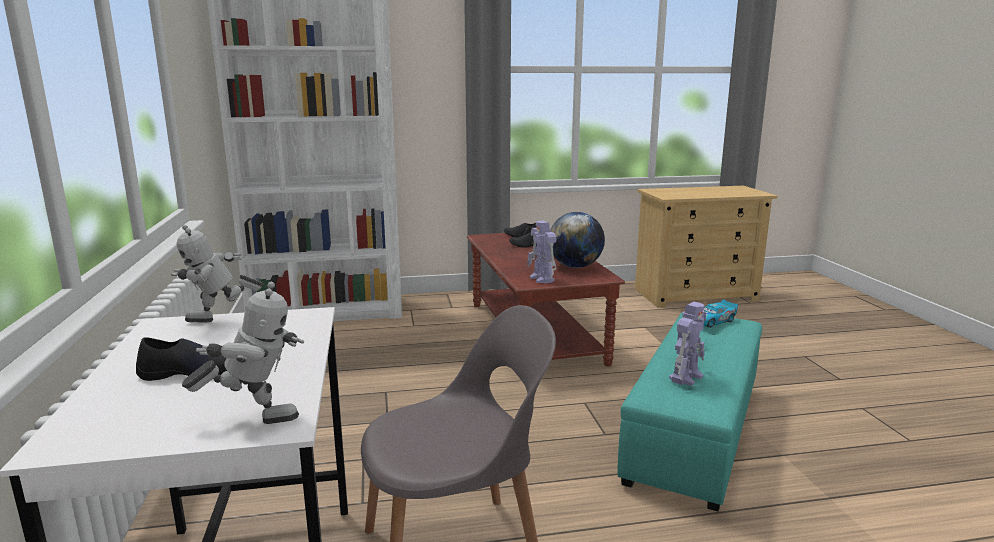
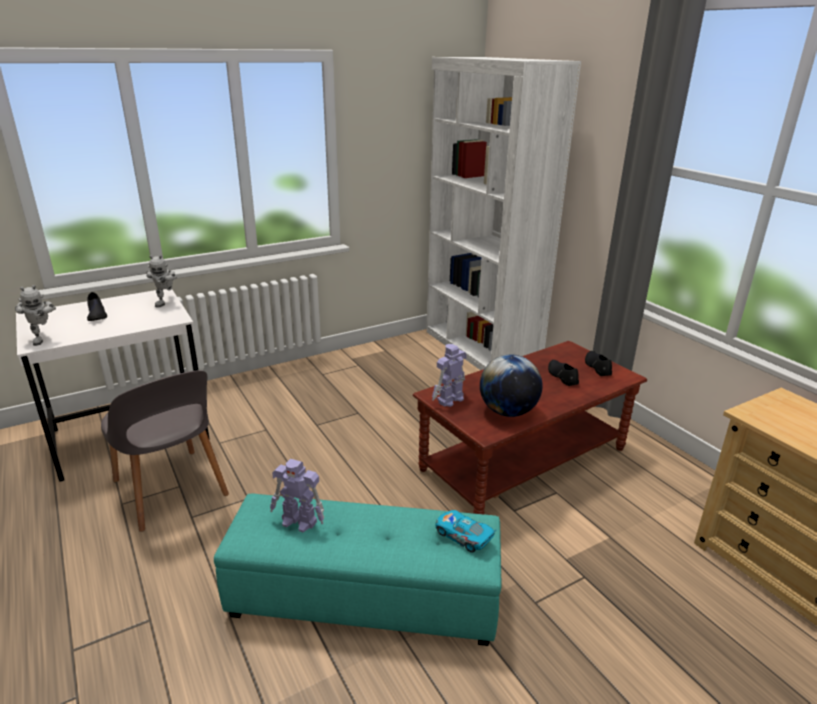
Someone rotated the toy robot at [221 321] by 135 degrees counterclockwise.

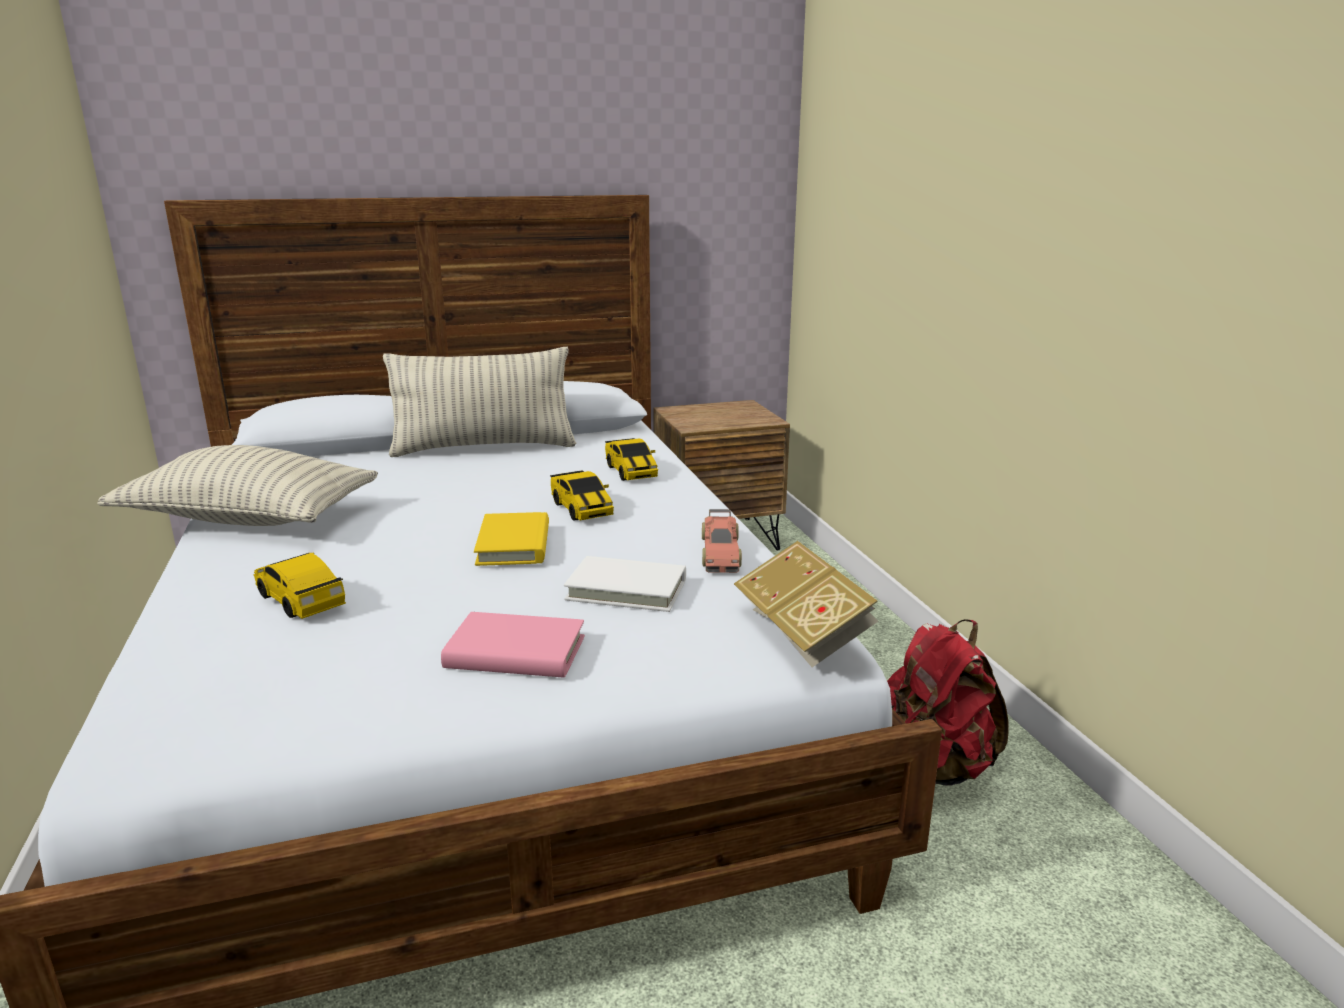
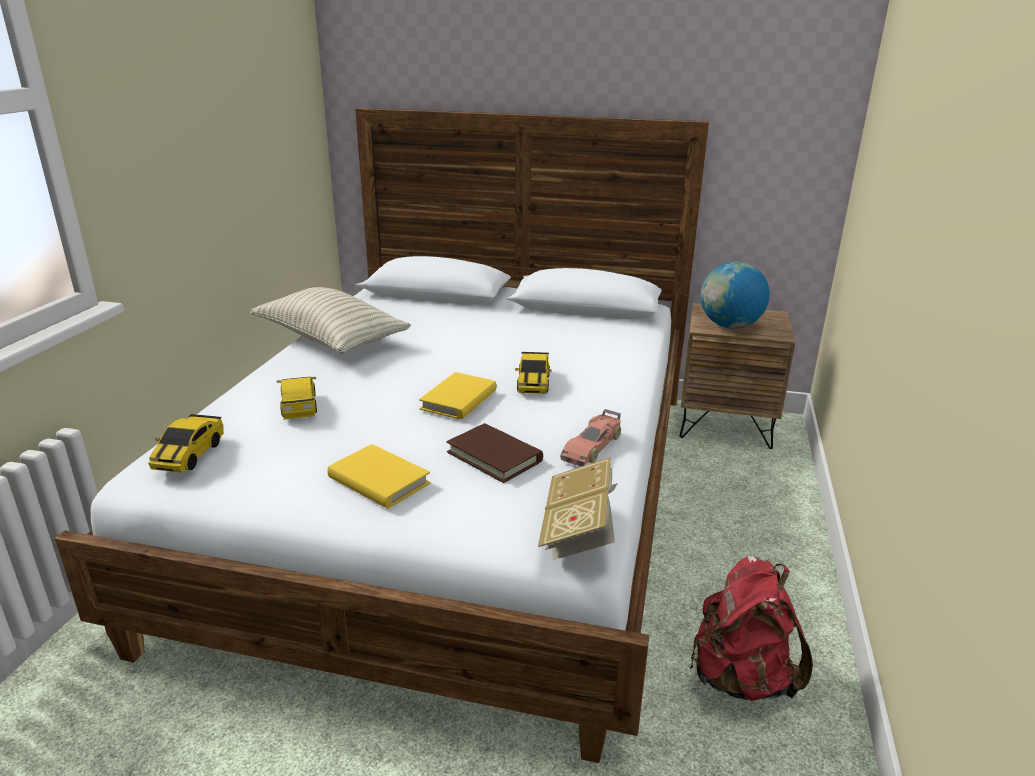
Someone took away the pillow at [484 448].
Someone carried the toy car from [631 471] to [189 455].
Someone repainted the white book at [626 589], which became the brown book at [494 456].
Someone repainted the pink book at [515 652], which became the yellow book at [379 481].
Someone put down the globe at [730 326].

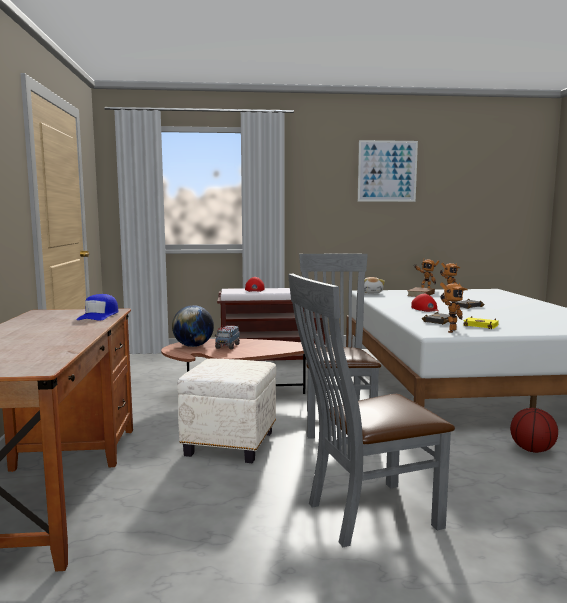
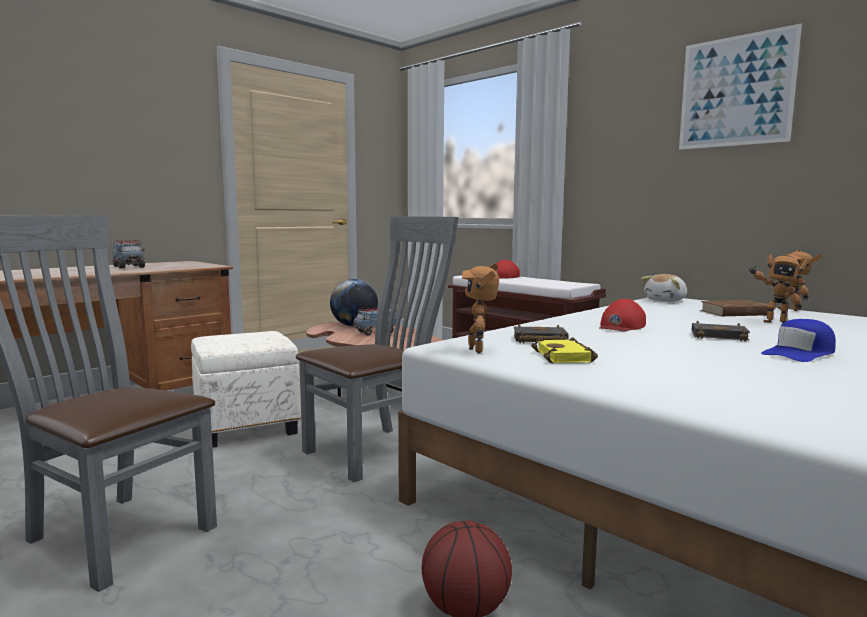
Someone rotated the toy robot at [449 331] by 75 degrees clockwise.
Someone carried the blue cap from [99 316] to [800 353].
Someone put down the toy truck at [129 267].

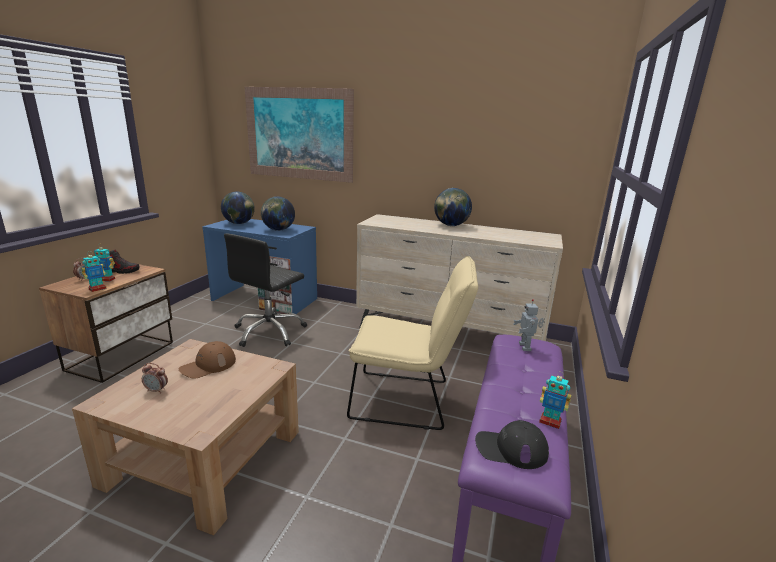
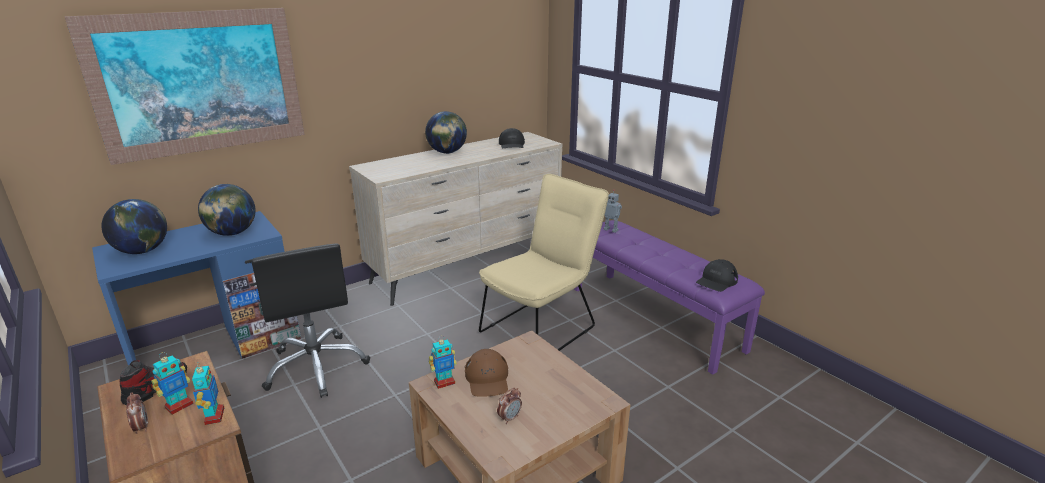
Someone carried the toy robot from [550 421] to [444 382].
Someone put down the black cap at [512 144].

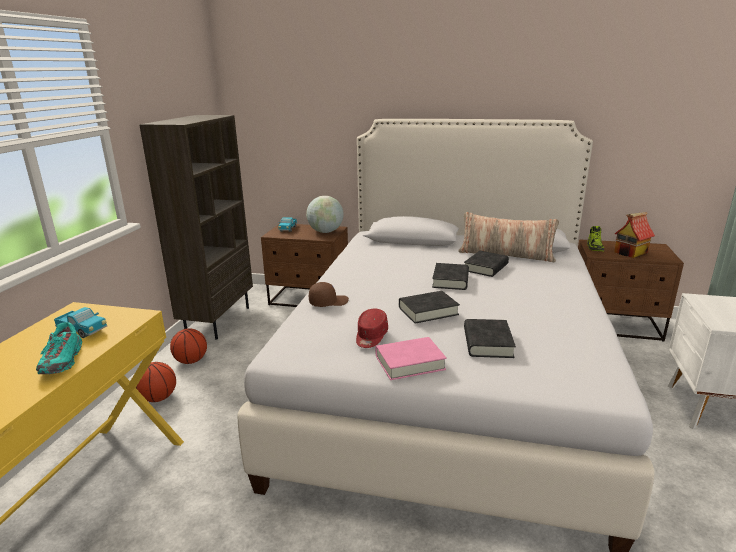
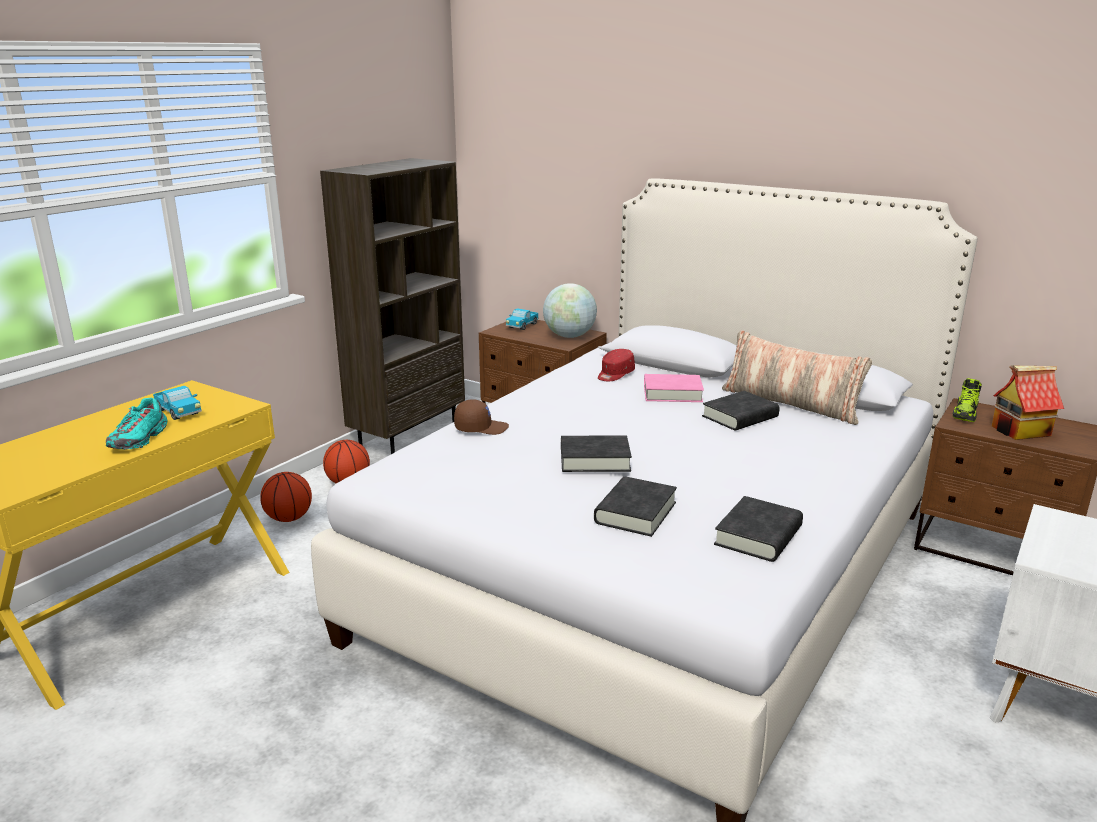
Someone carried the black book from [450 280] to [758 536].
Someone carried the red cap from [371 336] to [615 374].
Someone carried the pink book from [409 363] to [672 393].

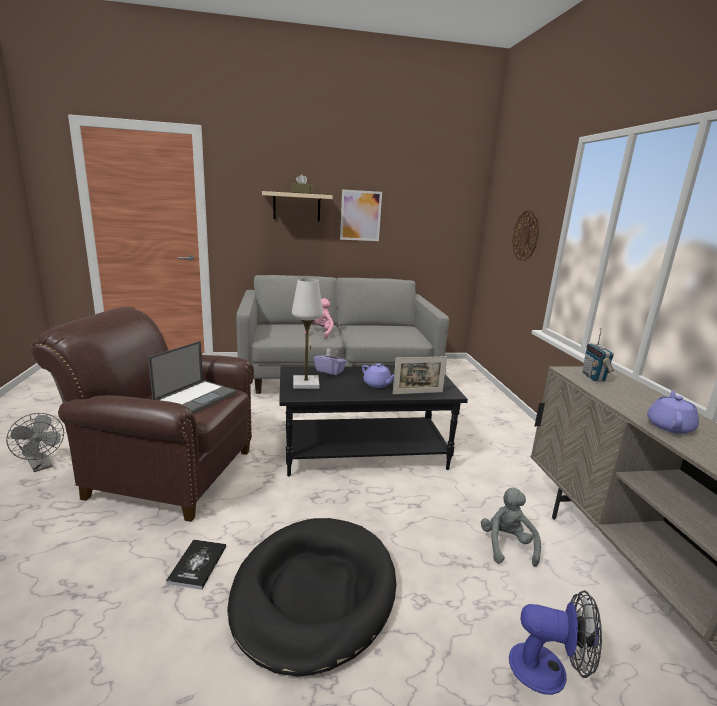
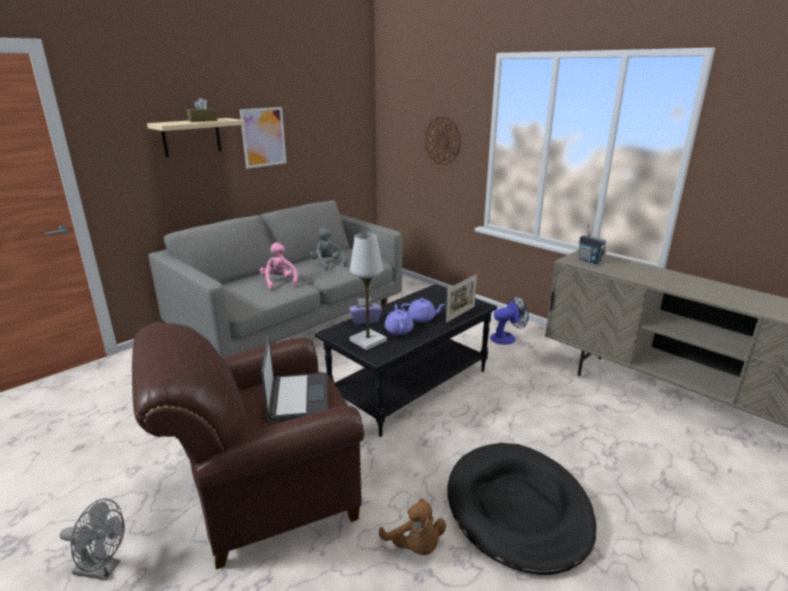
Someone carried the purple teapot from [669 426] to [398 330].
Someone carried the grey plush toy from [506 545] to [327 264].
Someone swapped the book at [197 564] for the brown plush toy at [415 546].
Someone carried the fan from [548 670] to [507 337].

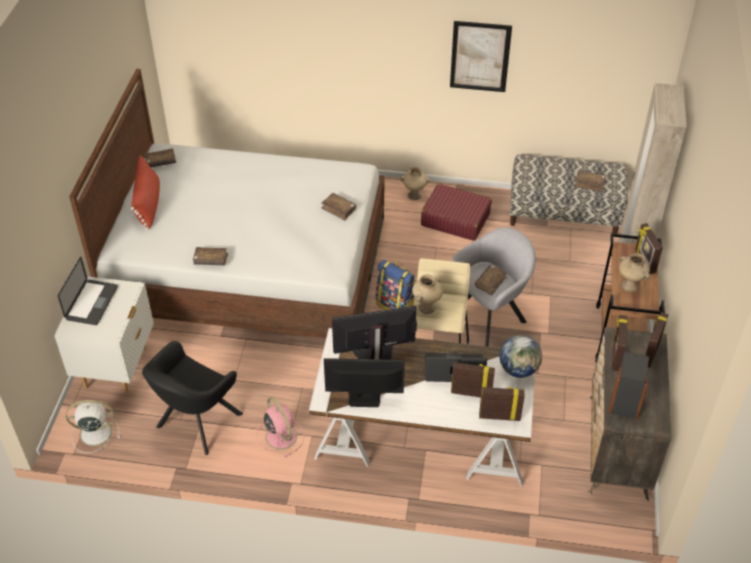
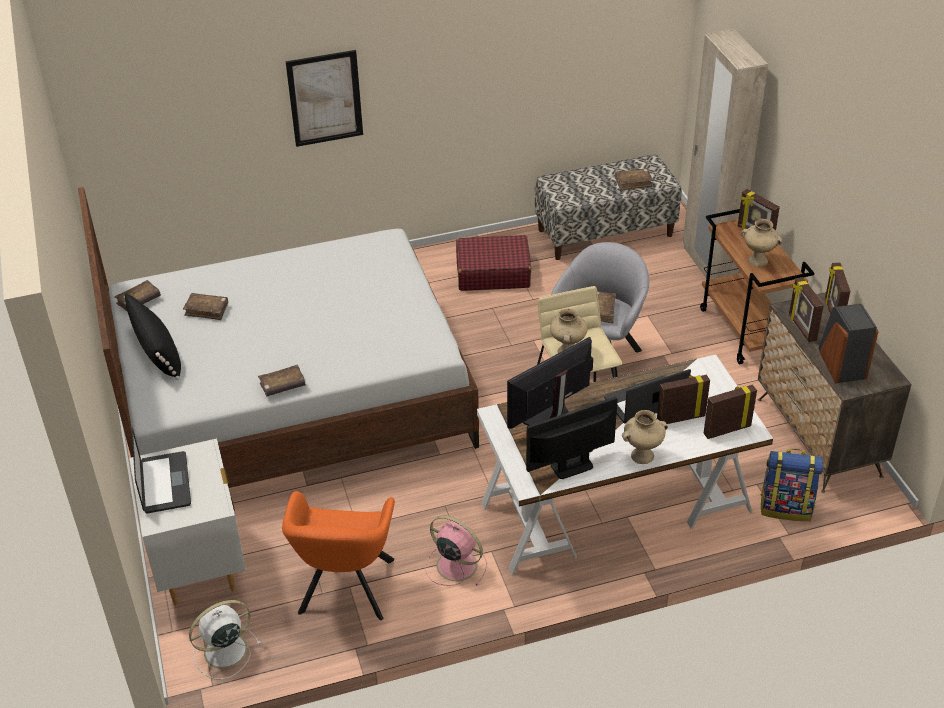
Someone carried the picture from [480 56] to [325 98].
Someone repainted the red pillow at [148 204], which became the black pillow at [157 351].
Someone carried the beige vase from [414 195] to [642 455].
Someone carried the brown book from [339 209] to [207 310].
Someone carried the backpack from [396 305] to [786 507].
Someone took away the globe at [518 369].
Someone repainted the black armchair at [196 423], which became the orange armchair at [345 591].

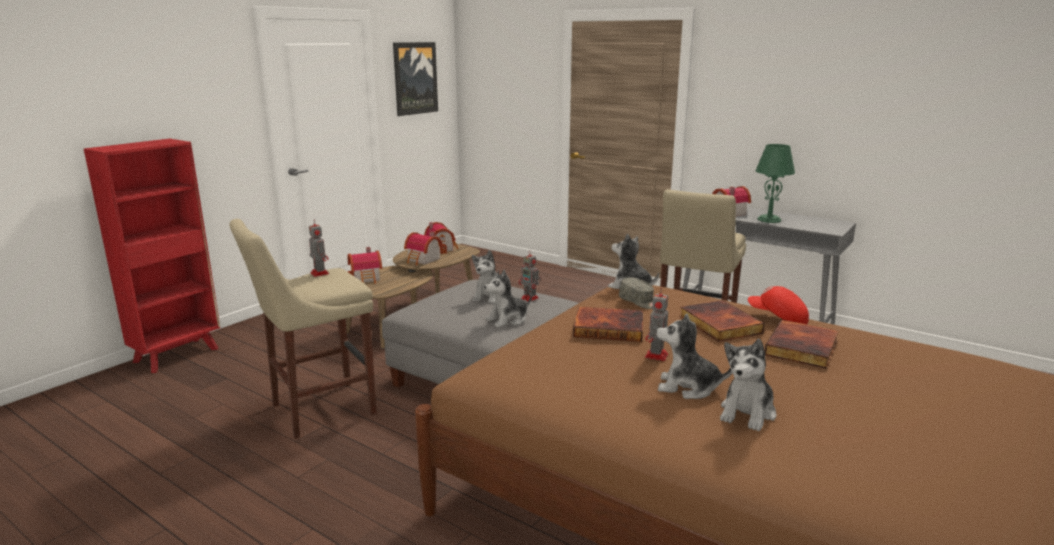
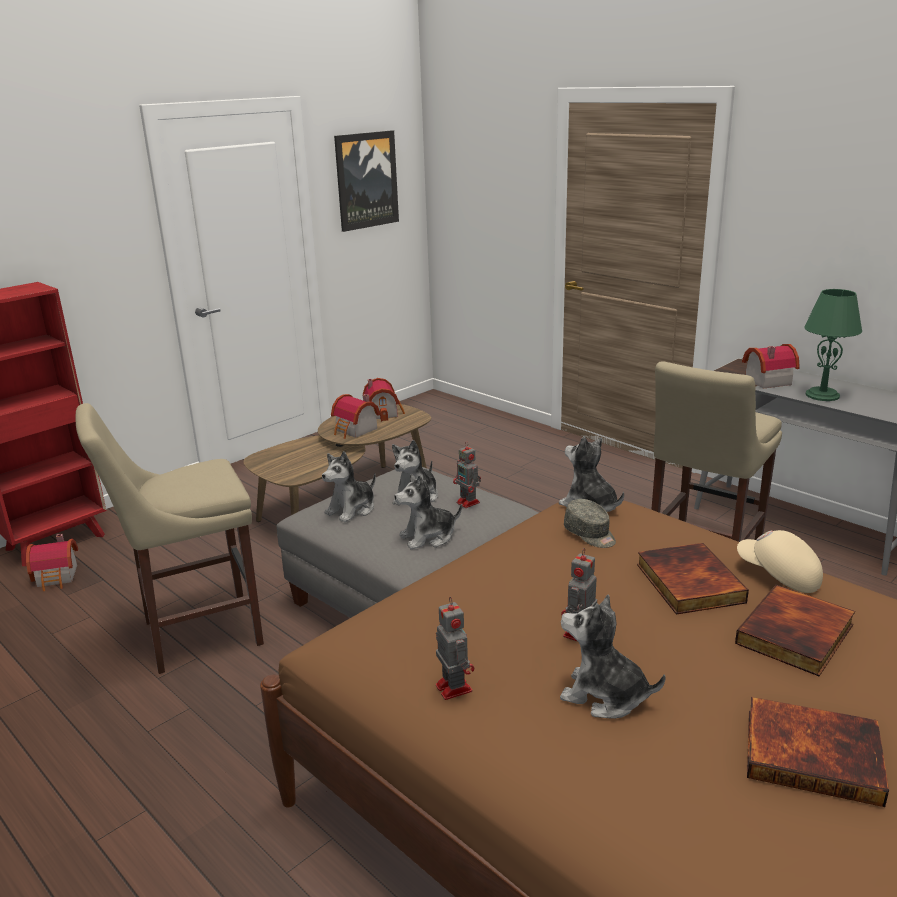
Someone carried the toy robot from [319 273] to [453 687].
Someone carried the toy house from [367 278] to [58 577].
Someone repainted the red cap at [777 318], which became the beige cap at [778 576].
Someone carried the book from [609 327] to [813 754].
Someone carried the plush toy from [747 413] to [352 509].

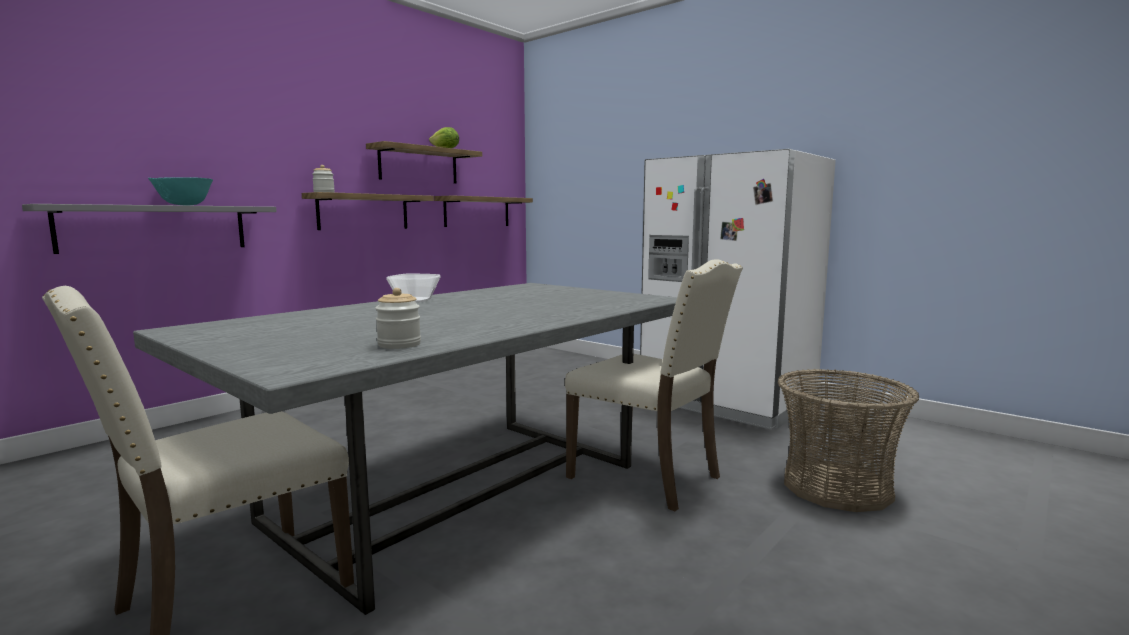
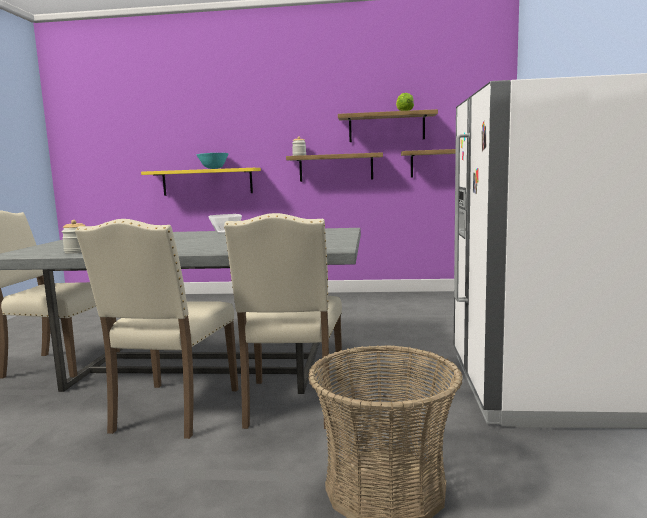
Someone repainted the grey shelf at [155 228], which became the yellow shelf at [207 182].
Someone put down the beige chair at [173 410].

